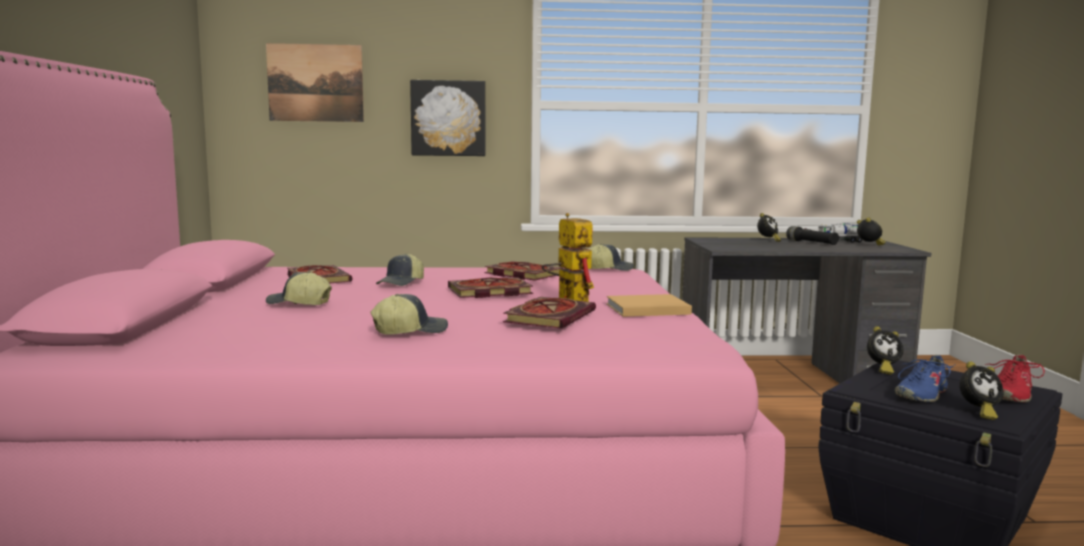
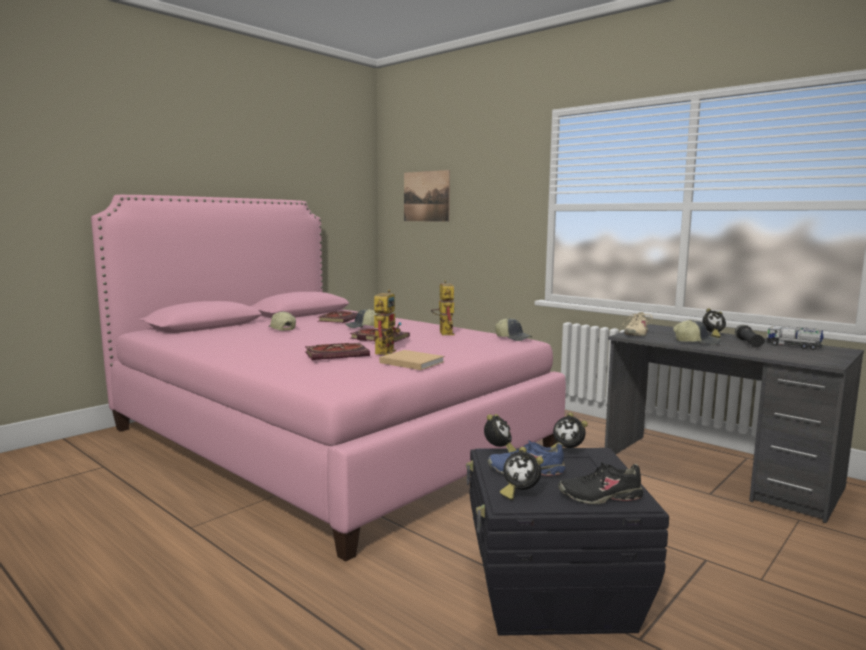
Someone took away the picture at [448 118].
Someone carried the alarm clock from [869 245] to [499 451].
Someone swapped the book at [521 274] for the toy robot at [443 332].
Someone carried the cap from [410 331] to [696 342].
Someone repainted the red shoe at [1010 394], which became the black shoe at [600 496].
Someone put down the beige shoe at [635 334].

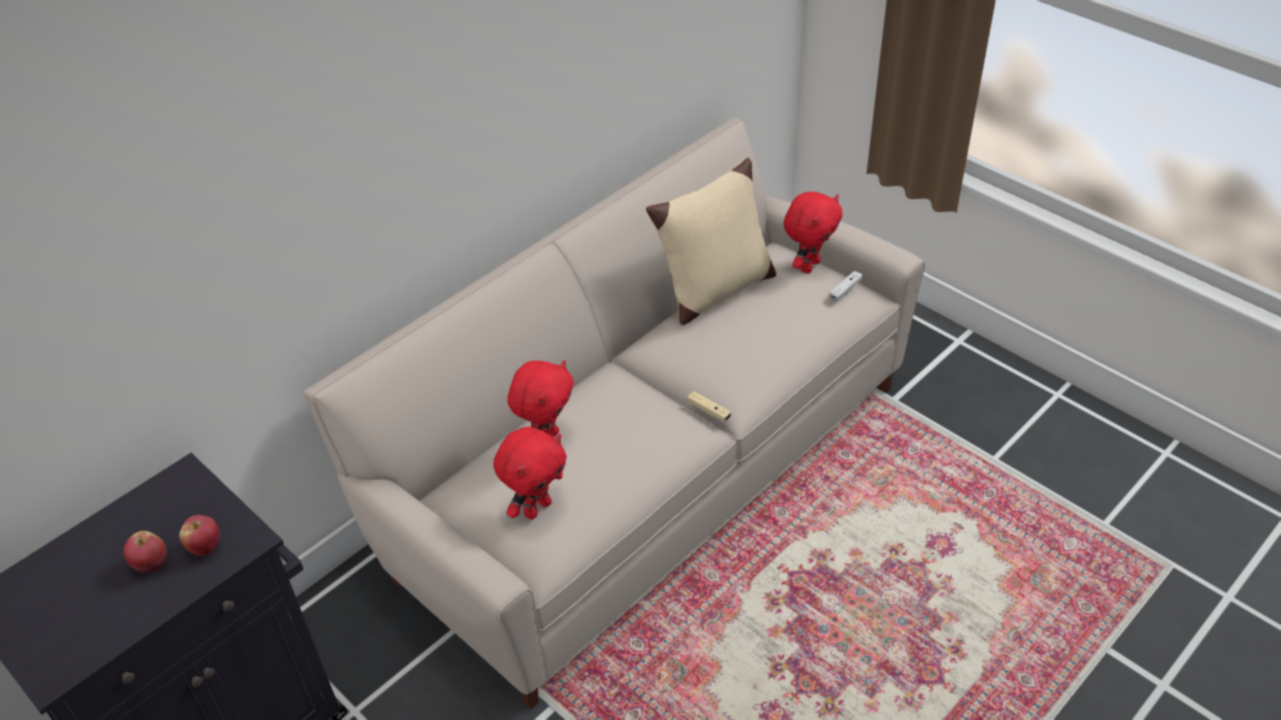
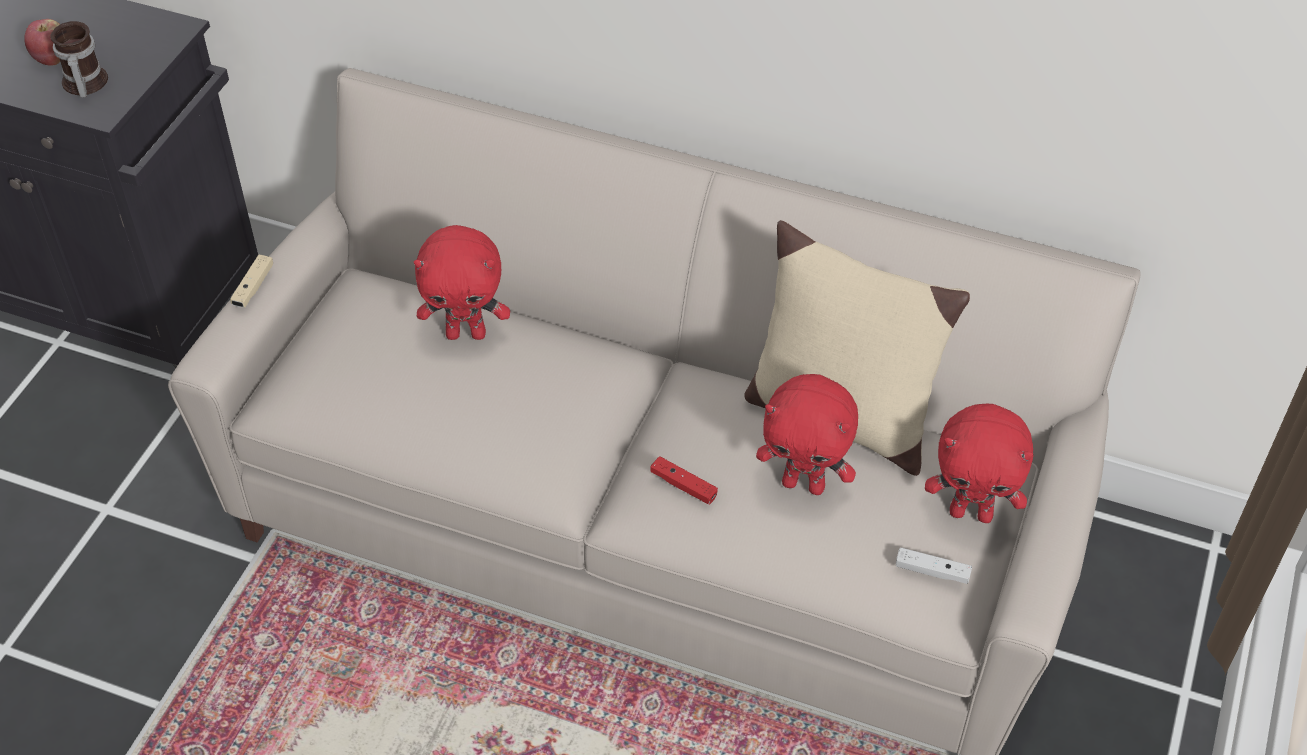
Someone carried the beige game controller from [708 411] to [253 287].
Someone carried the red plush toy from [537 508] to [804 484].
Someone swapped the apple at [205 547] for the mug at [83 84].
Someone put down the red game controller at [683 486].

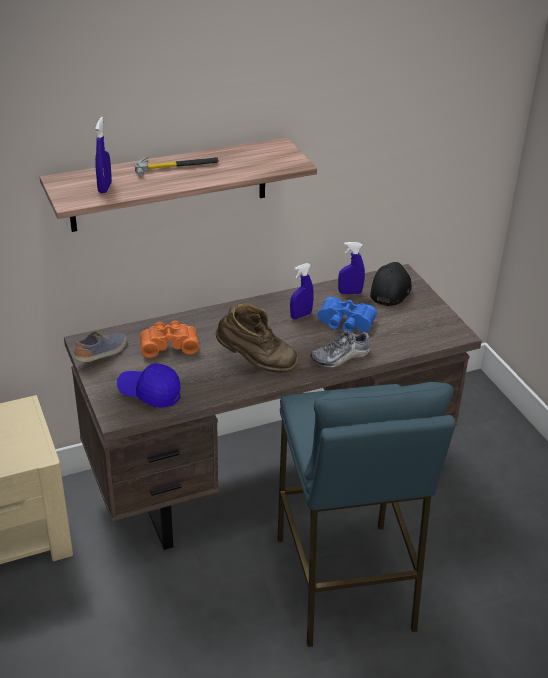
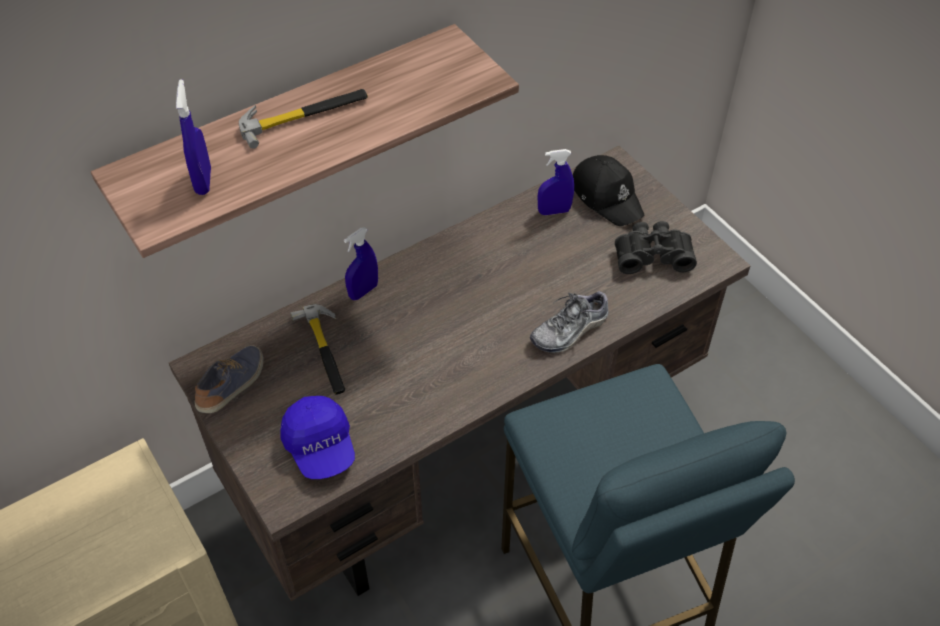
Someone rotated the black cap at [390 289] by 135 degrees clockwise.
Someone carried the blue spray bottle from [301 315] to [363 291].
Someone took away the blue binoculars at [345 324].
Someone took away the brown boot at [256 363].
Someone swapped the orange binoculars at [169 345] for the hammer at [325 351].
Someone rotated the blue cap at [150 393] by 120 degrees counterclockwise.
Someone put down the black binoculars at [652 254].

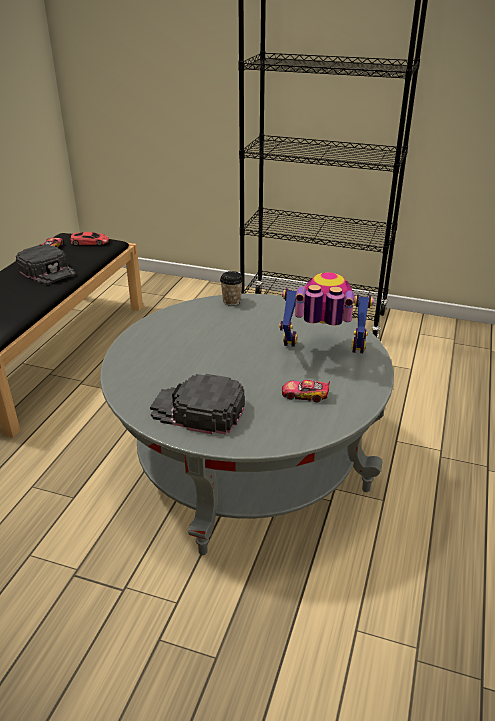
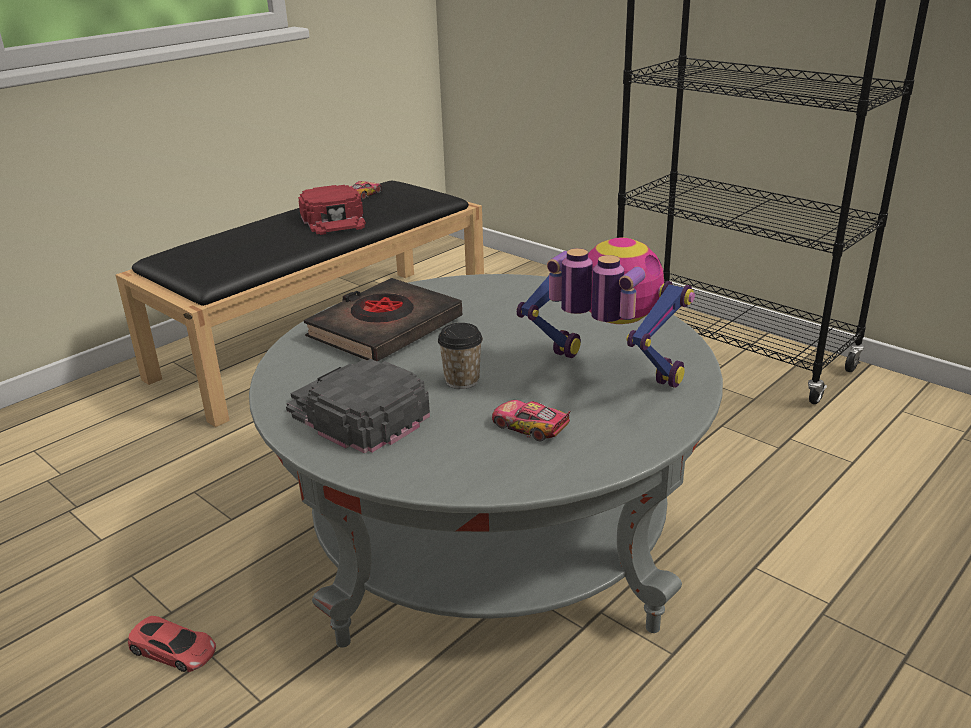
Someone carried the red toy car from [90 242] to [173 650].
Someone repainted the black cap at [47 271], which became the red cap at [334 219].
Someone carried the cup from [231 301] to [462 380].
Someone put down the black book at [385 328].

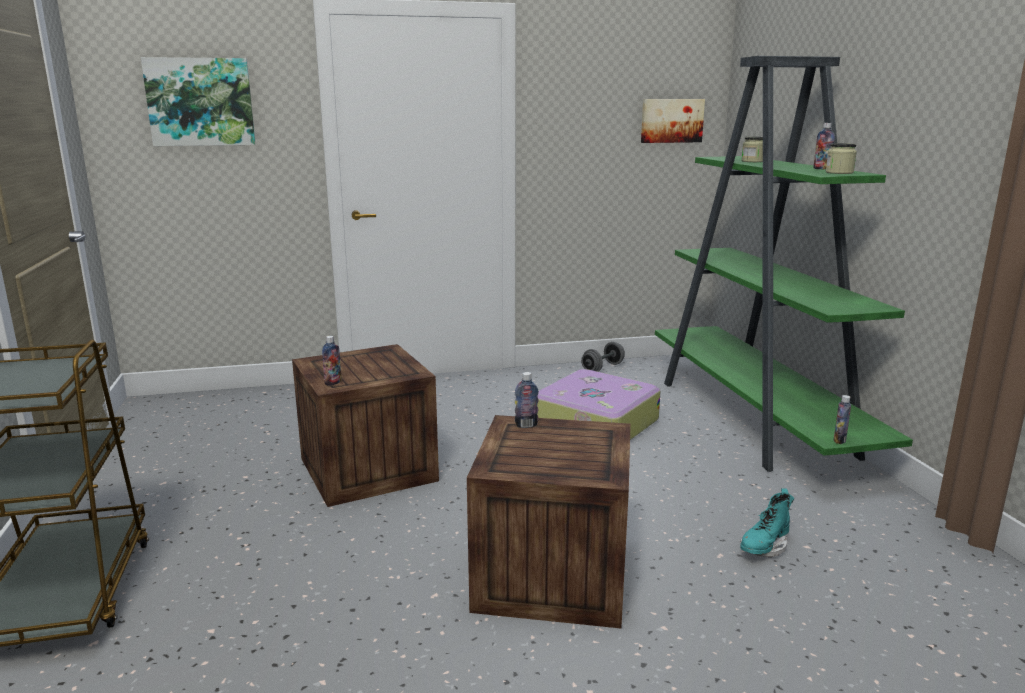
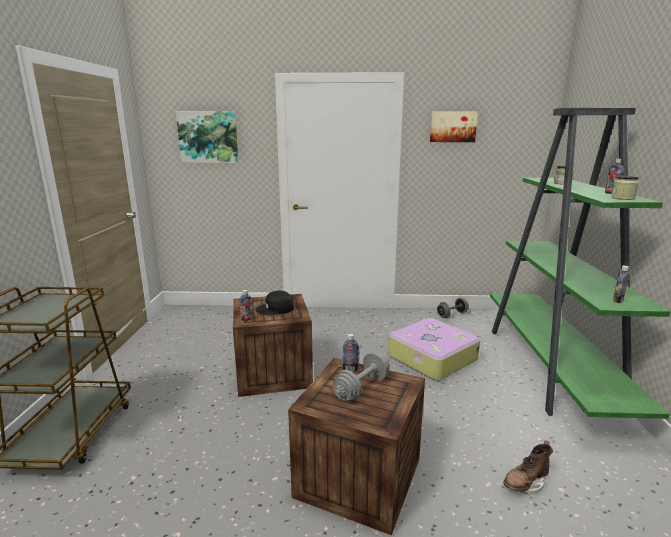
Someone carried the picture from [671 120] to [453 126].
Someone carried the bottle from [839 440] to [618 301].
Someone repainted the turquoise boot at [764 548], which became the brown boot at [525 484].
Someone put down the black cap at [275 309].
Someone put down the grey dumbbell at [362 388].

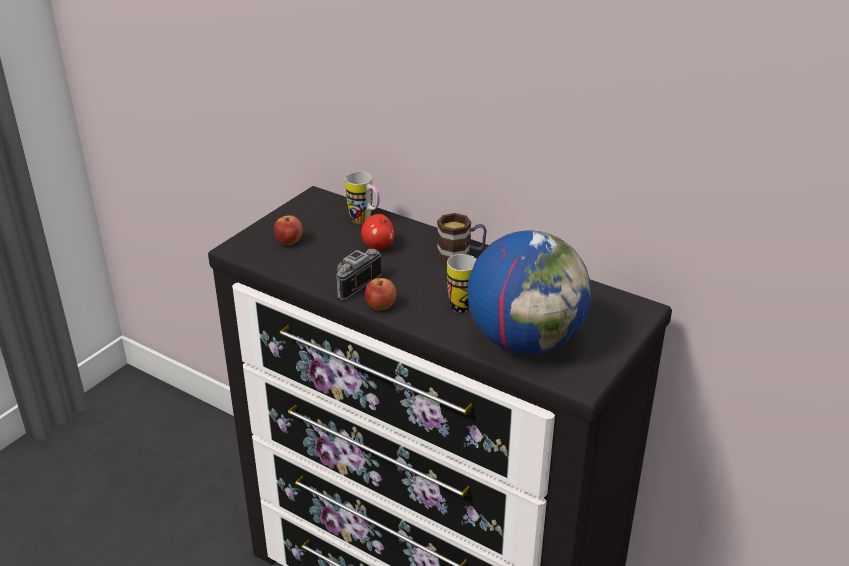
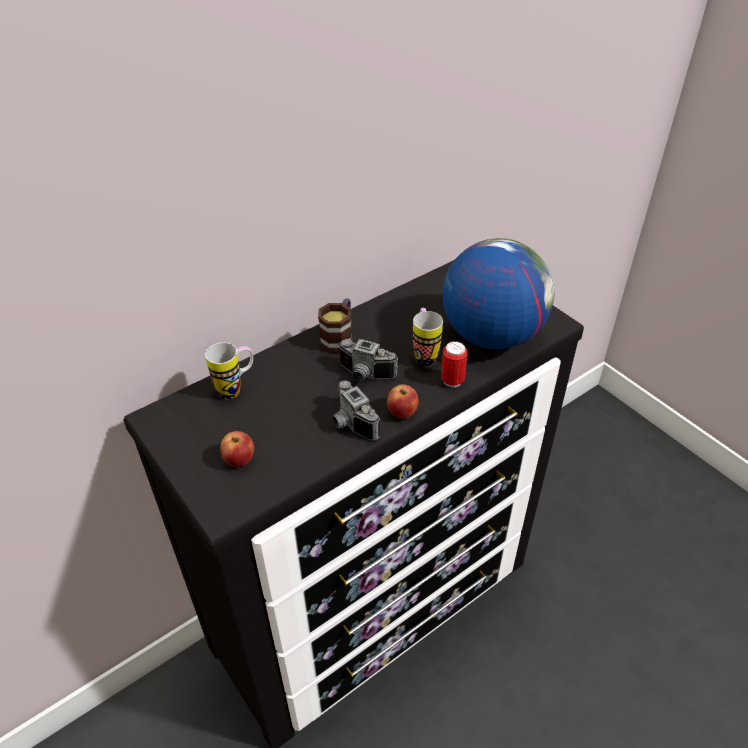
Someone took away the apple at [378 246].
Someone put down the photo camera at [364 375].
Someone put down the can at [452 380].

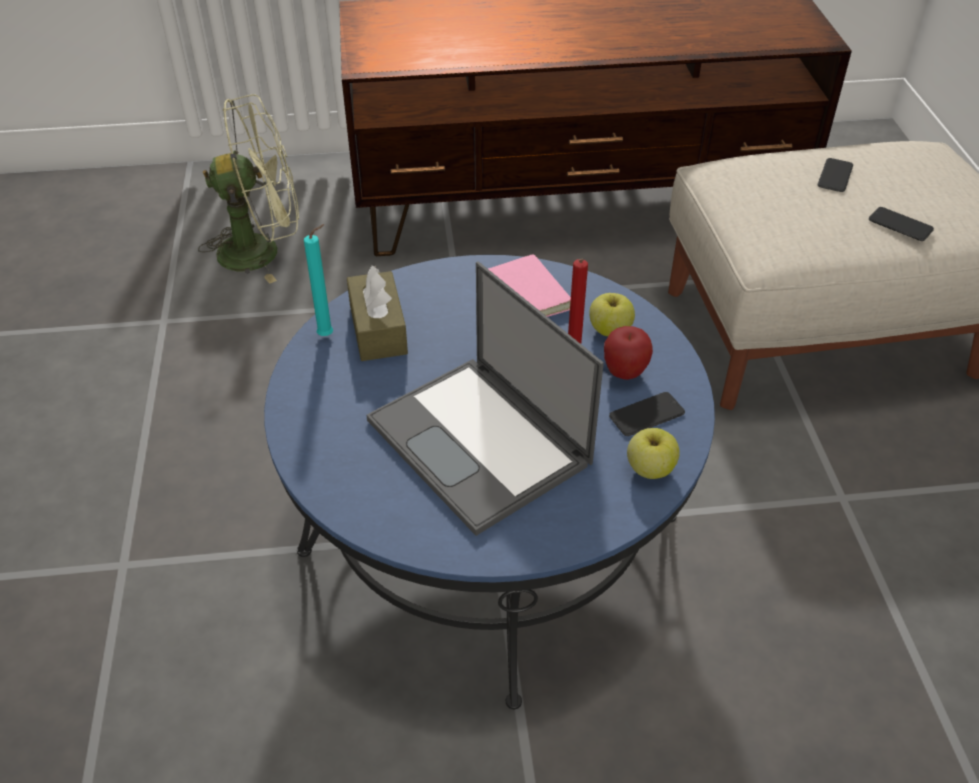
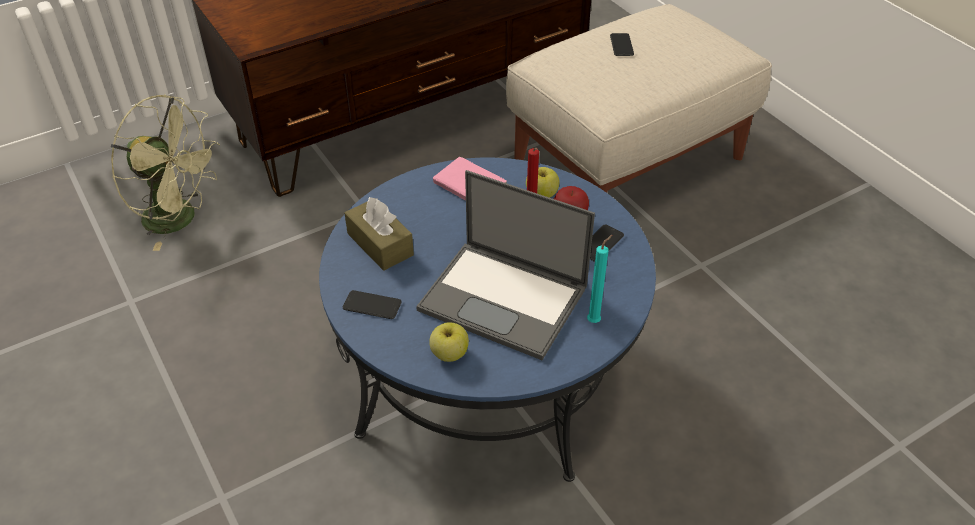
Someone rotated the green fan at [262 250] by 60 degrees clockwise.
Someone carried the phone from [900 225] to [372 305].
Someone carried the turquoise candle from [328 335] to [595 320].
Someone carried the apple from [650 469] to [449 353].

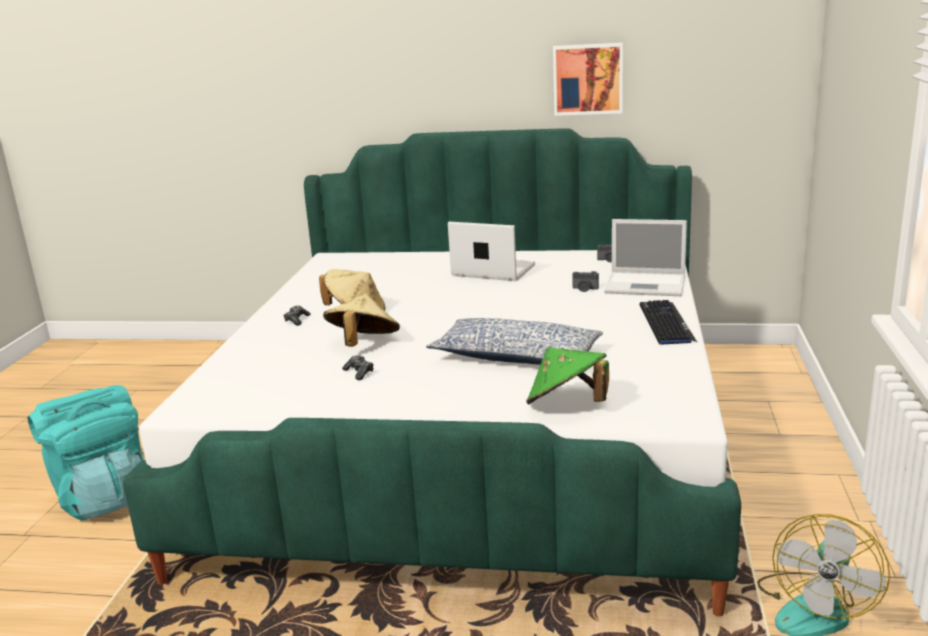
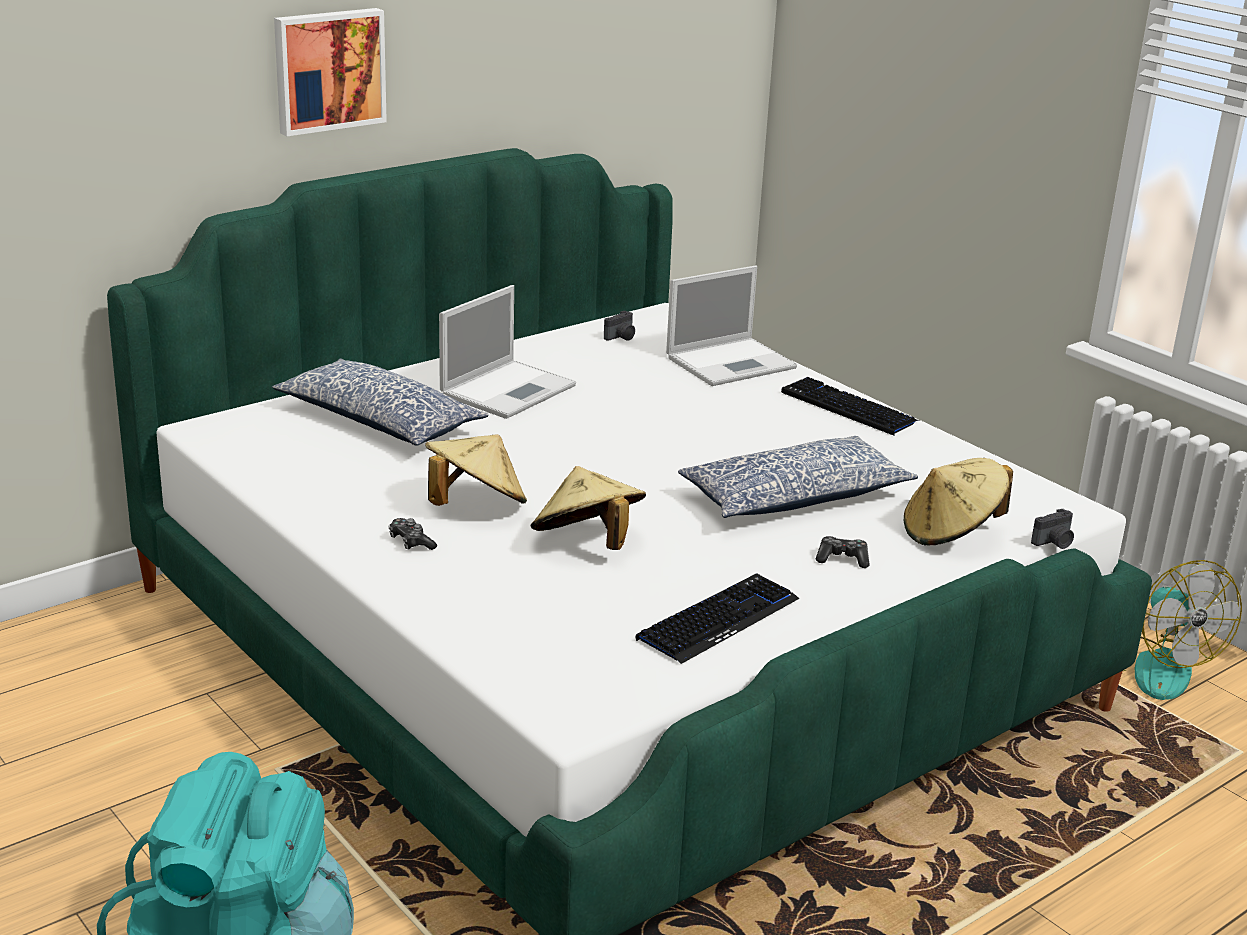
Someone carried the picture from [588 79] to [328 70].
Someone rotated the laptop at [491 270] by 150 degrees clockwise.
Someone carried the photo camera from [584 289] to [1054 543].
Someone repainted the green hat at [567 405], which became the beige hat at [951 533].
Someone carried the game controller from [359 372] to [842 559].
Someone put down the pillow at [378 422].
Someone put down the keyboard at [718 620].

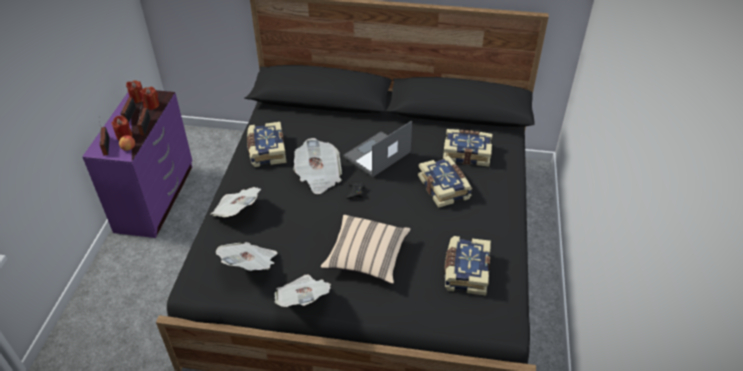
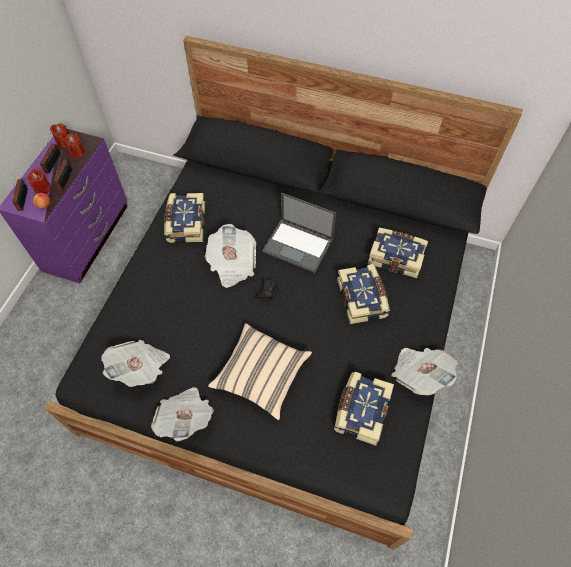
Someone rotated the laptop at [376 155] by 120 degrees counterclockwise.
Someone carried the newspaper from [237 211] to [419 374].

